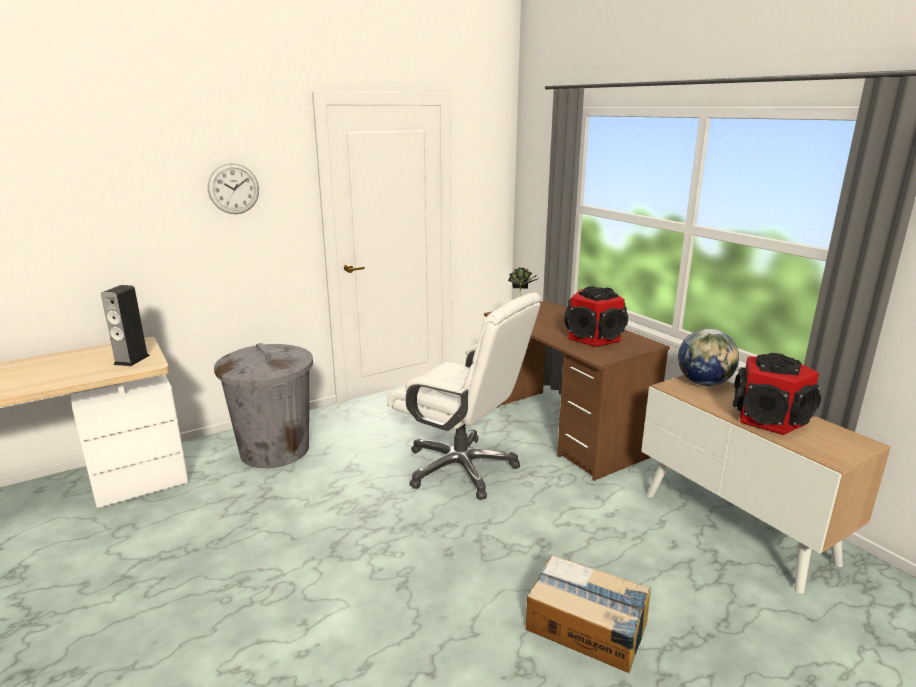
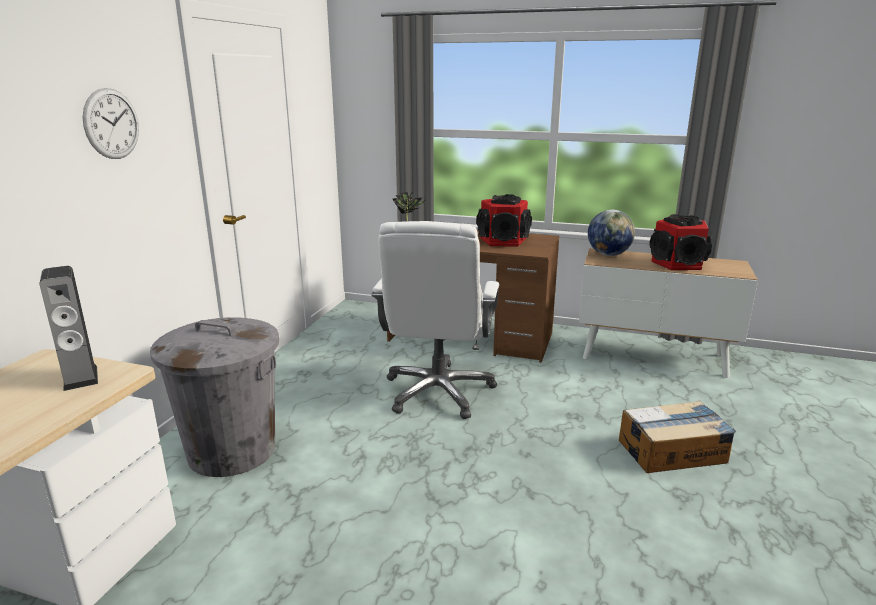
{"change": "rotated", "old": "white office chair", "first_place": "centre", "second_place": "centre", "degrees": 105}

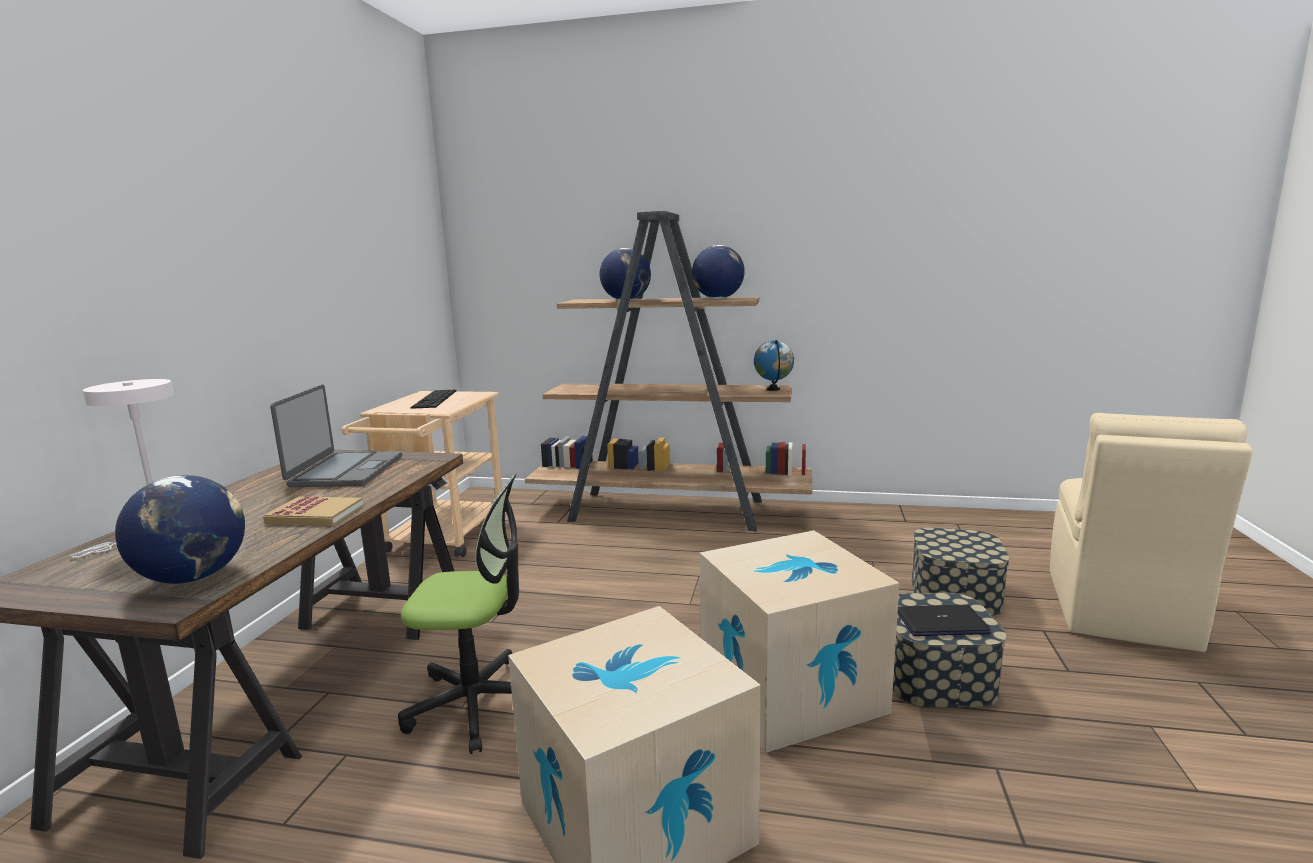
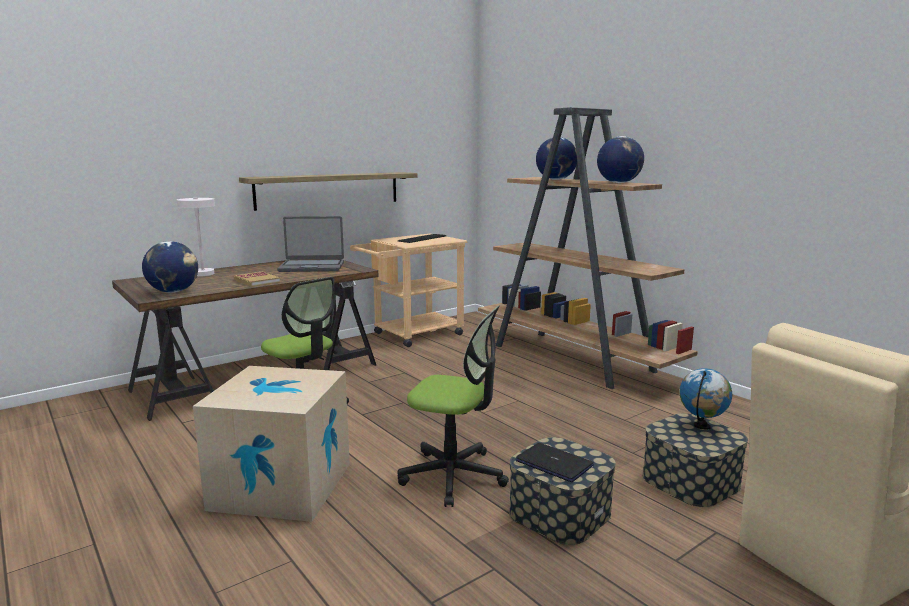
{"change": "new", "new": "shelf", "second_place": "top centre"}
{"change": "rotated", "old": "laptop (no. 1 from left)", "first_place": "middle left", "second_place": "centre", "degrees": 45}
{"change": "swapped", "old": "cardboard box (no. 2 from left)", "new": "office chair (no. 2 from left)", "first_place": "bottom centre", "second_place": "bottom centre"}
{"change": "shifted", "old": "globe (no. 4 from left)", "first_place": "centre", "second_place": "middle right"}

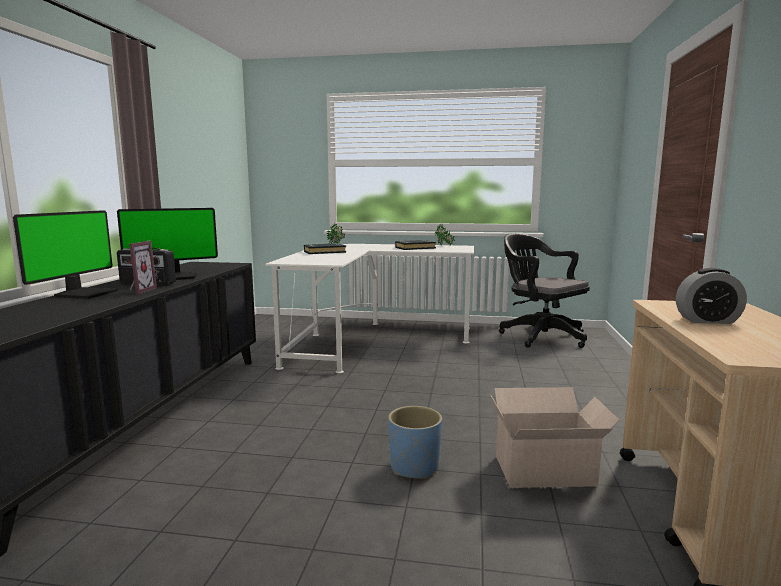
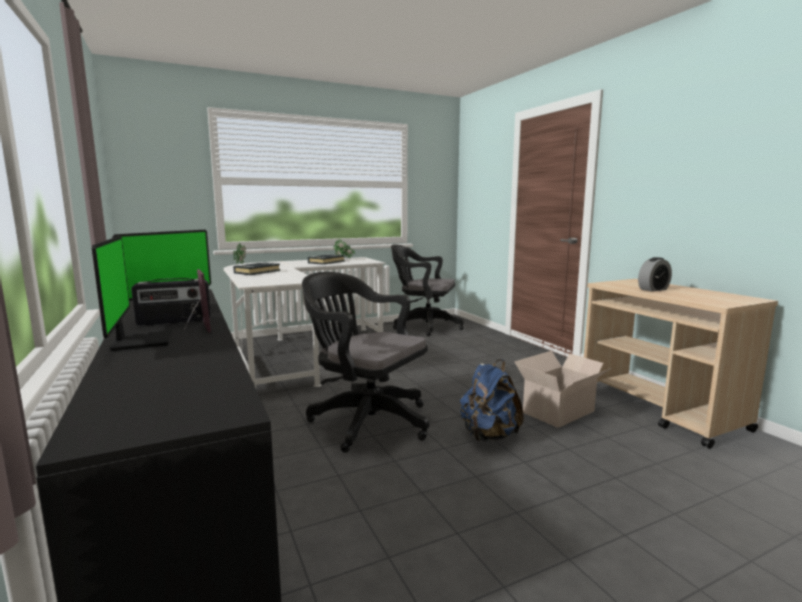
{"change": "new", "new": "black office chair (no. 1 from left)", "second_place": "centre"}
{"change": "swapped", "old": "blue planter", "new": "blue backpack", "first_place": "bottom centre", "second_place": "centre"}

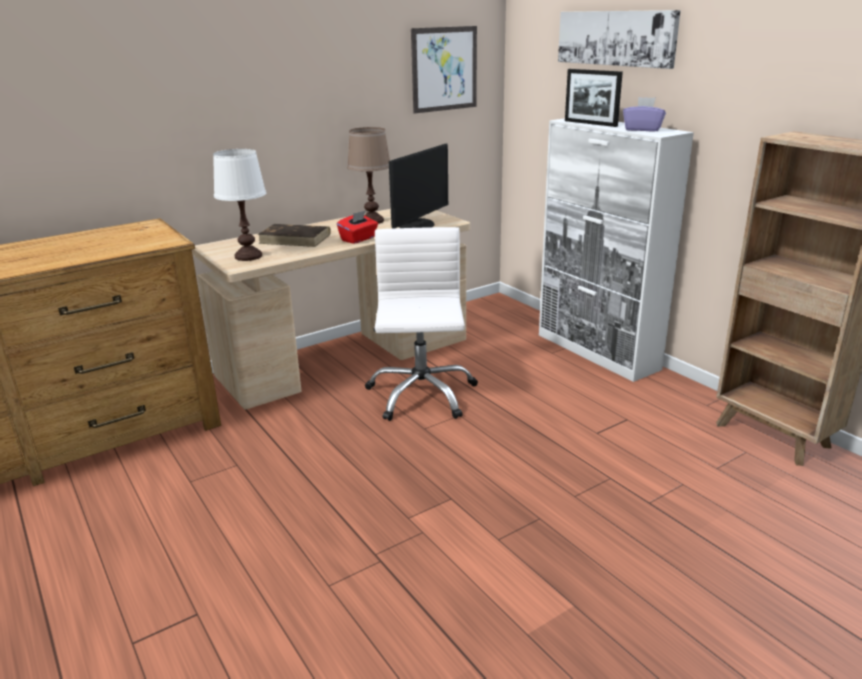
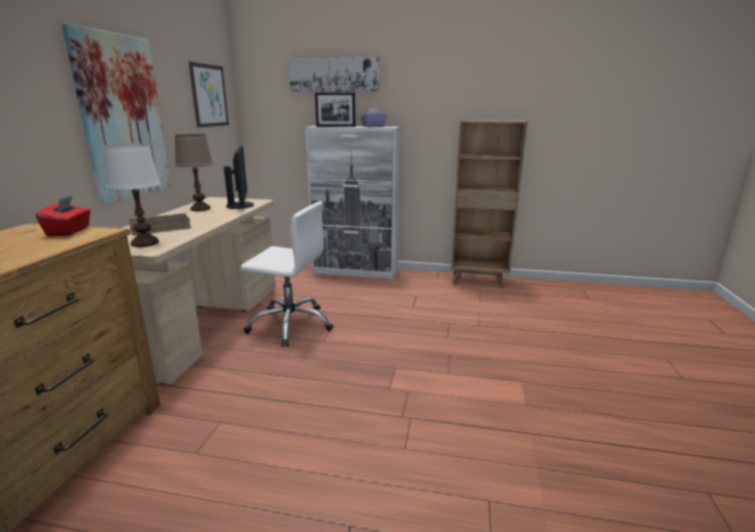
{"change": "shifted", "old": "red tissue box", "first_place": "centre", "second_place": "middle left"}
{"change": "new", "new": "picture (no. 1 from left)", "second_place": "top left"}
{"change": "rotated", "old": "white office chair", "first_place": "centre", "second_place": "centre", "degrees": 150}

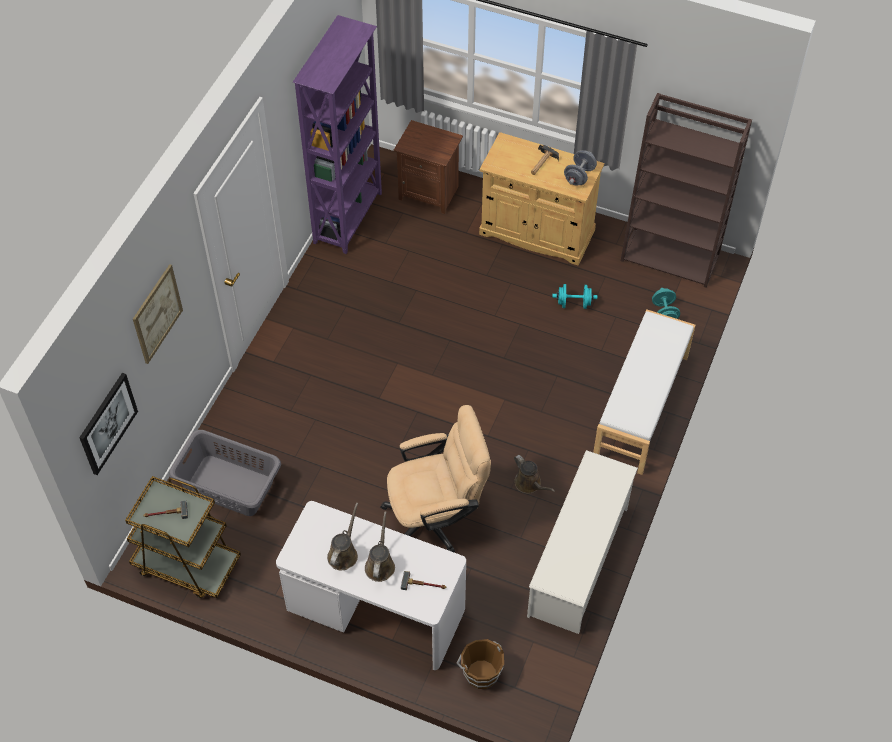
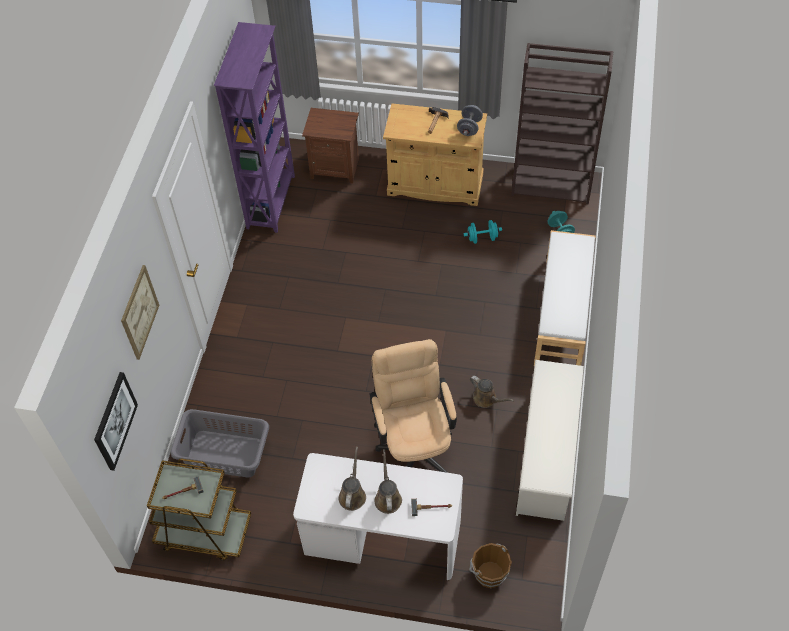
{"change": "rotated", "old": "beige office chair", "first_place": "centre", "second_place": "centre", "degrees": -75}

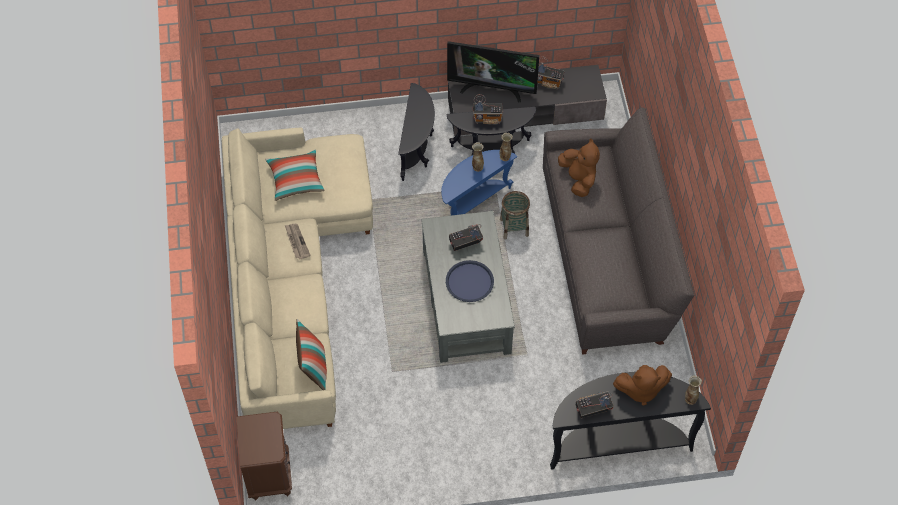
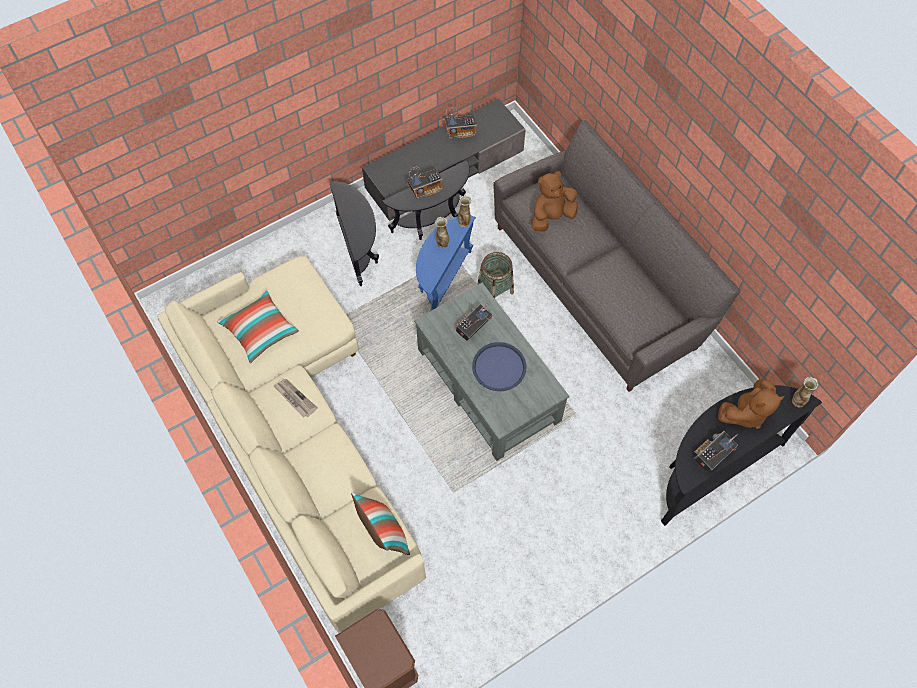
{"change": "rotated", "old": "brown plush toy (no. 1 from left)", "first_place": "top centre", "second_place": "top centre", "degrees": -75}
{"change": "gone", "old": "television", "first_place": "top centre"}

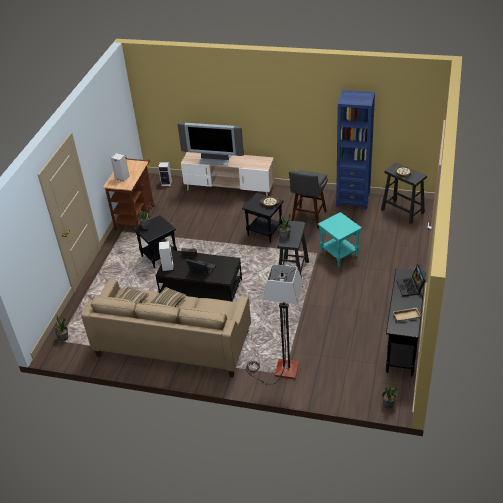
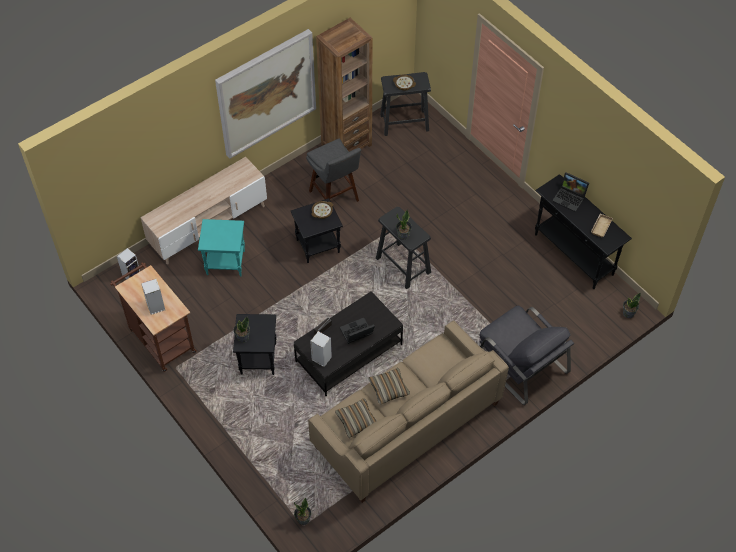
{"change": "shifted", "old": "turquoise side table", "first_place": "middle right", "second_place": "middle left"}
{"change": "new", "new": "picture", "second_place": "top centre"}
{"change": "repainted", "old": "blue bookcase", "new": "brown bookcase", "first_place": "top right", "second_place": "top centre"}
{"change": "swapped", "old": "floor lamp", "new": "grey armchair", "first_place": "centre", "second_place": "middle right"}
{"change": "gone", "old": "television", "first_place": "top centre"}

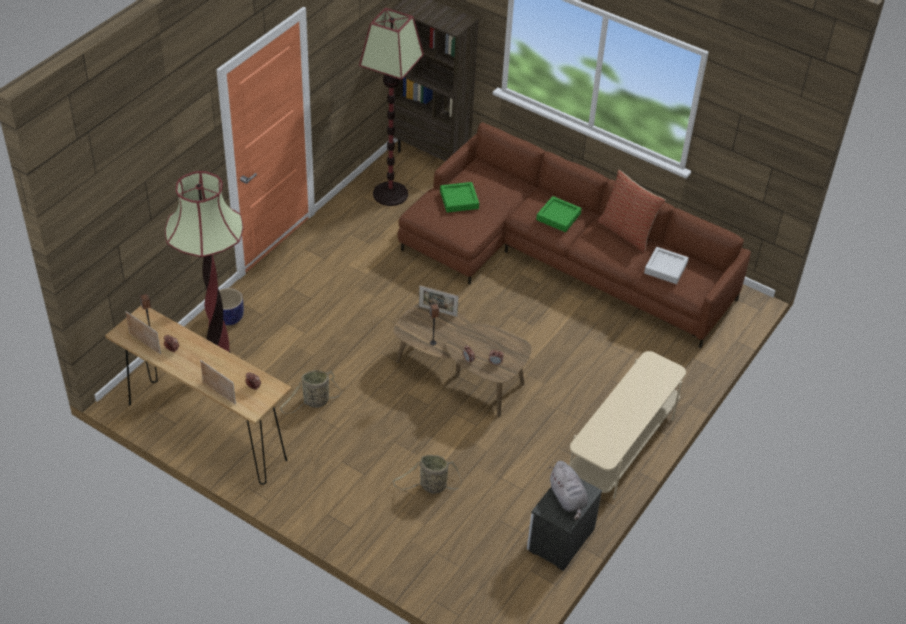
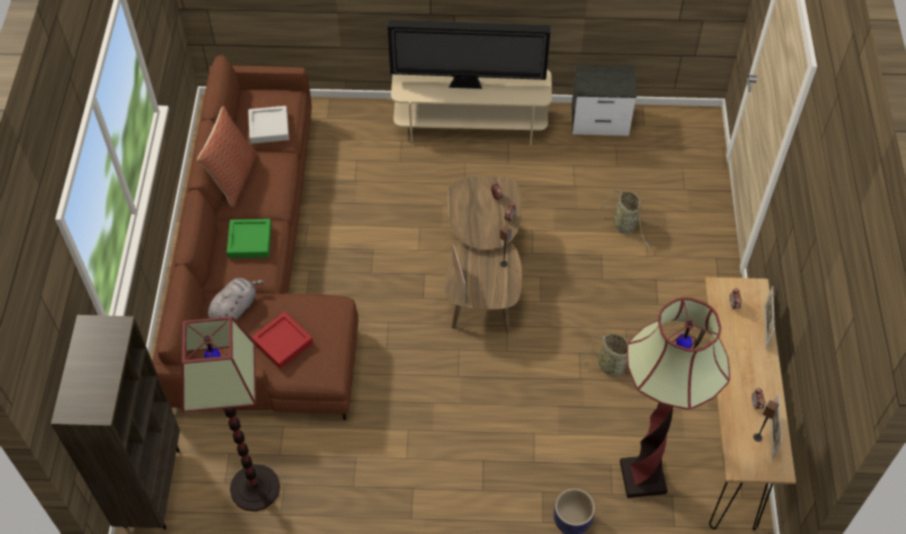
{"change": "shifted", "old": "grey plush toy", "first_place": "bottom centre", "second_place": "middle left"}
{"change": "repainted", "old": "green tray (no. 1 from left)", "new": "red tray", "first_place": "top centre", "second_place": "middle left"}
{"change": "new", "new": "television", "second_place": "top centre"}

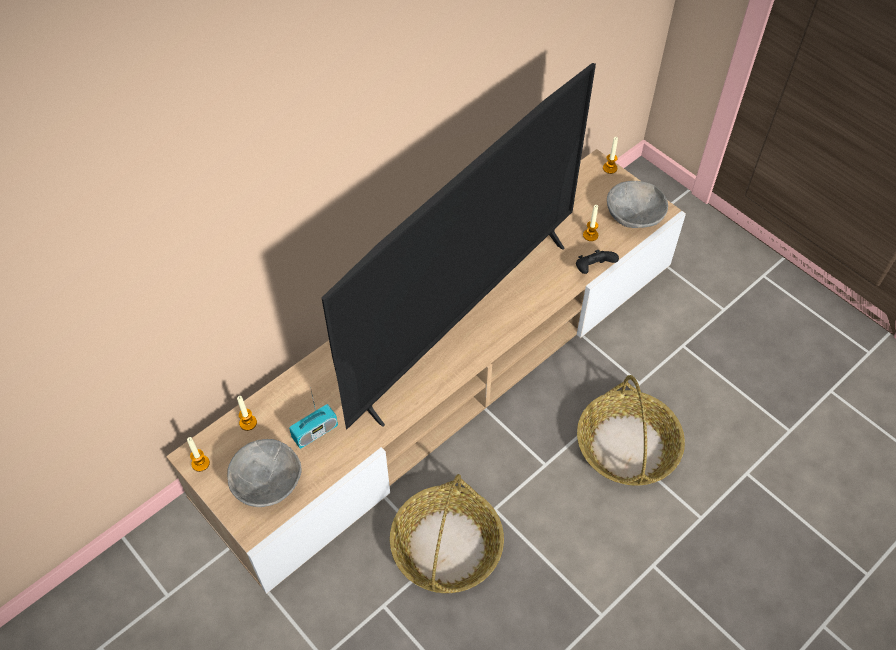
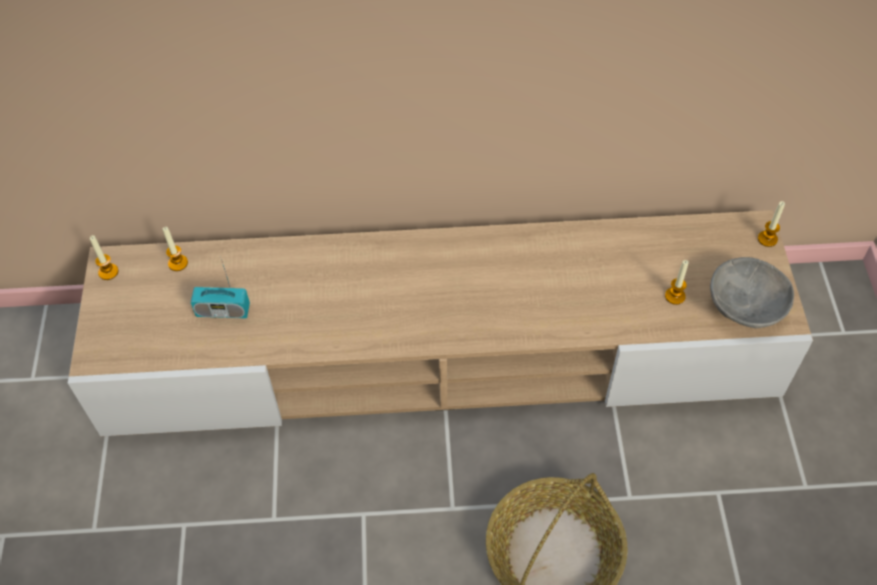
{"change": "gone", "old": "grey bowl (no. 1 from left)", "first_place": "bottom left"}
{"change": "gone", "old": "television", "first_place": "centre"}
{"change": "gone", "old": "basket (no. 1 from left)", "first_place": "bottom centre"}
{"change": "gone", "old": "black game controller", "first_place": "centre"}

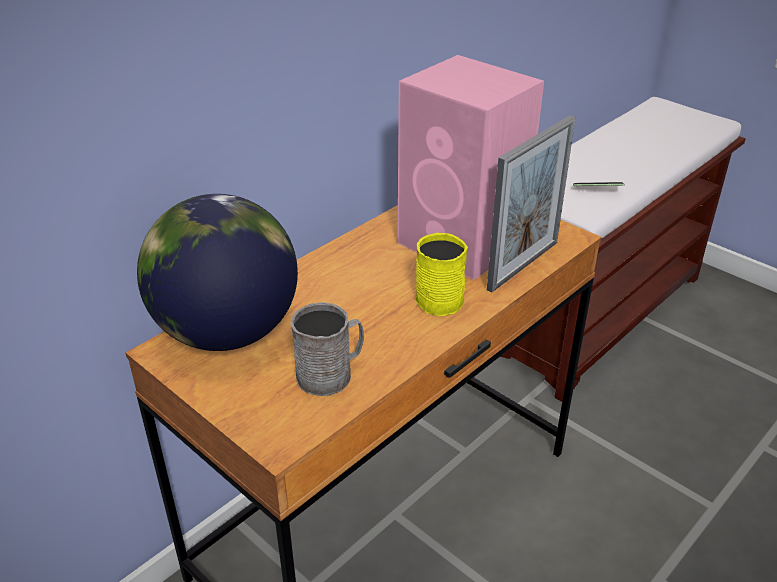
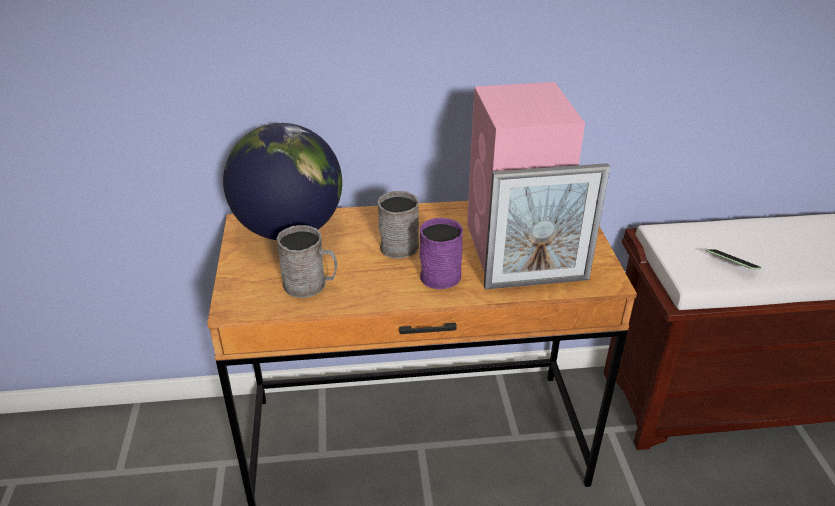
{"change": "new", "new": "grey mug (no. 2 from left)", "second_place": "centre"}
{"change": "repainted", "old": "yellow mug", "new": "purple mug", "first_place": "centre", "second_place": "centre"}

